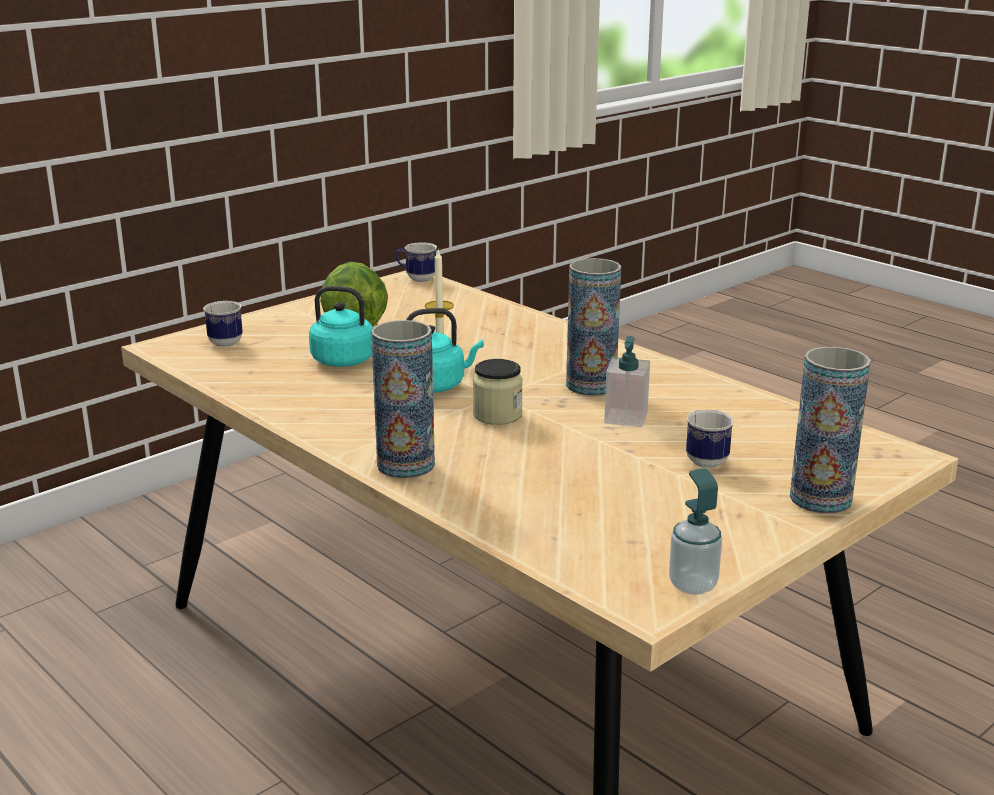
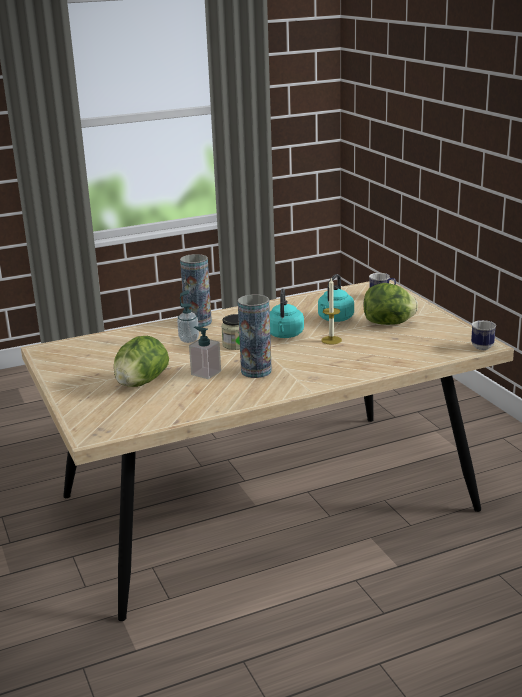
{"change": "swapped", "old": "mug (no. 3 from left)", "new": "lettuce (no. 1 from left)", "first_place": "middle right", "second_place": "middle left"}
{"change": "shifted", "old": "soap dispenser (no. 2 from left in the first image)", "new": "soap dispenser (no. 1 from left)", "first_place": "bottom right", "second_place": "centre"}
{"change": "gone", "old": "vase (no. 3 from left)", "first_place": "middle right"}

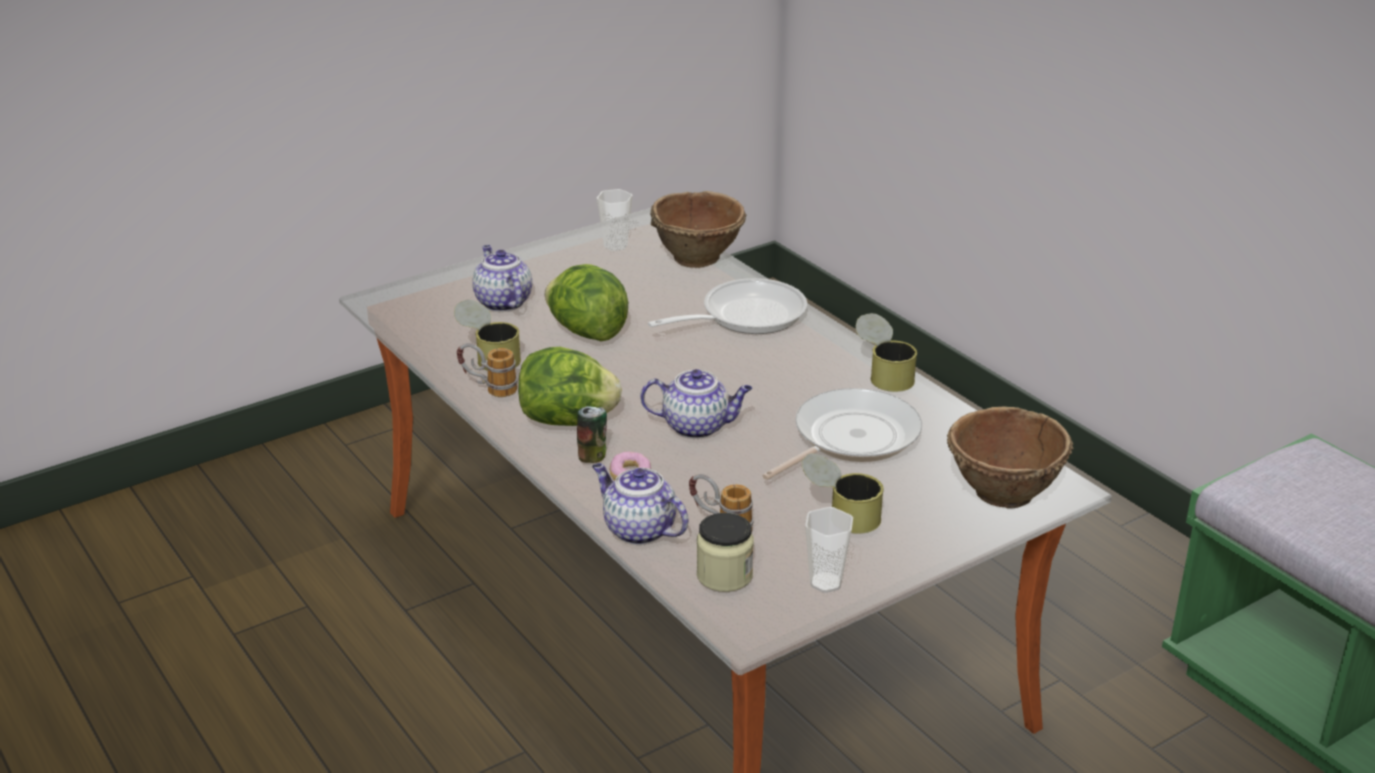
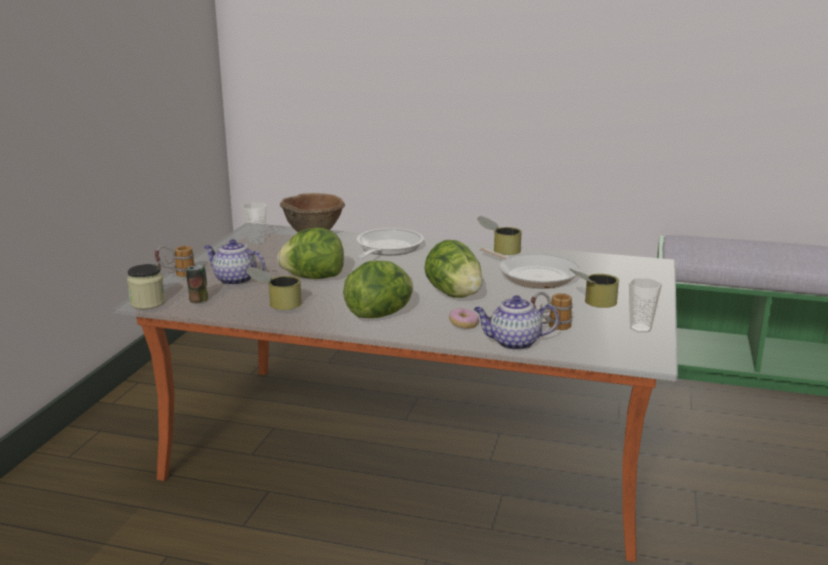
{"change": "shifted", "old": "jar", "first_place": "bottom centre", "second_place": "middle left"}
{"change": "shifted", "old": "mug (no. 1 from left)", "first_place": "centre", "second_place": "middle left"}
{"change": "shifted", "old": "can (no. 2 from left in the first image)", "new": "can (no. 1 from left)", "first_place": "centre", "second_place": "middle left"}
{"change": "swapped", "old": "teapot (no. 3 from left)", "new": "lettuce (no. 3 from left)", "first_place": "centre", "second_place": "centre"}
{"change": "rotated", "old": "frying pan (no. 2 from left)", "first_place": "centre", "second_place": "centre", "degrees": 135}
{"change": "gone", "old": "brown bowl (no. 2 from left)", "first_place": "middle right"}

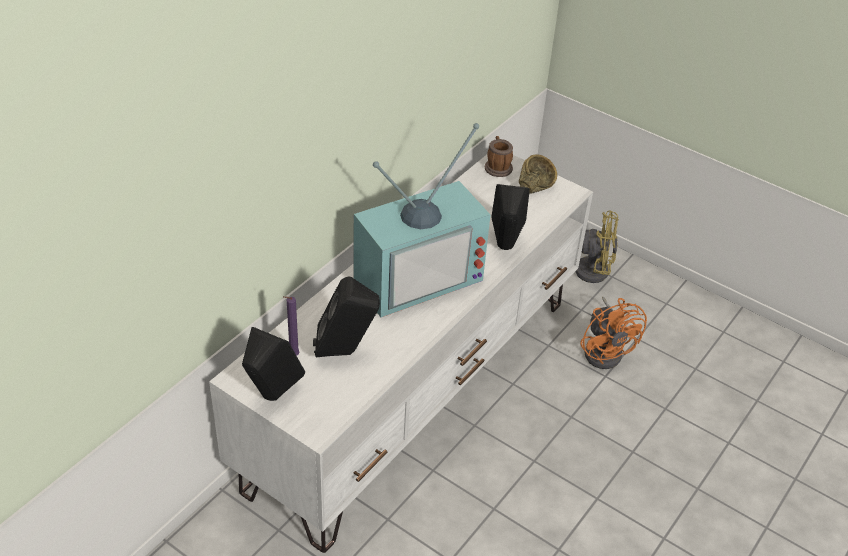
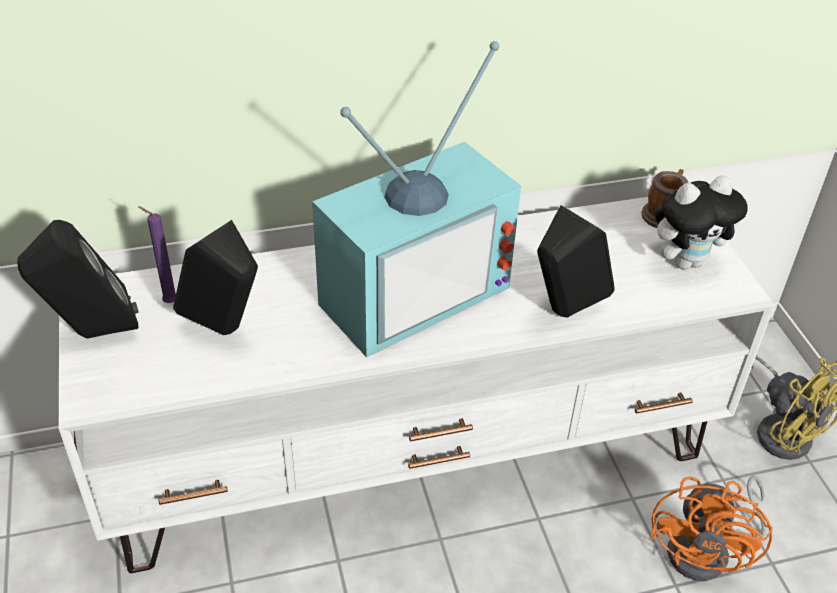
{"change": "rotated", "old": "television", "first_place": "centre", "second_place": "centre", "degrees": -45}
{"change": "swapped", "old": "brown bowl", "new": "plush toy", "first_place": "top centre", "second_place": "middle right"}

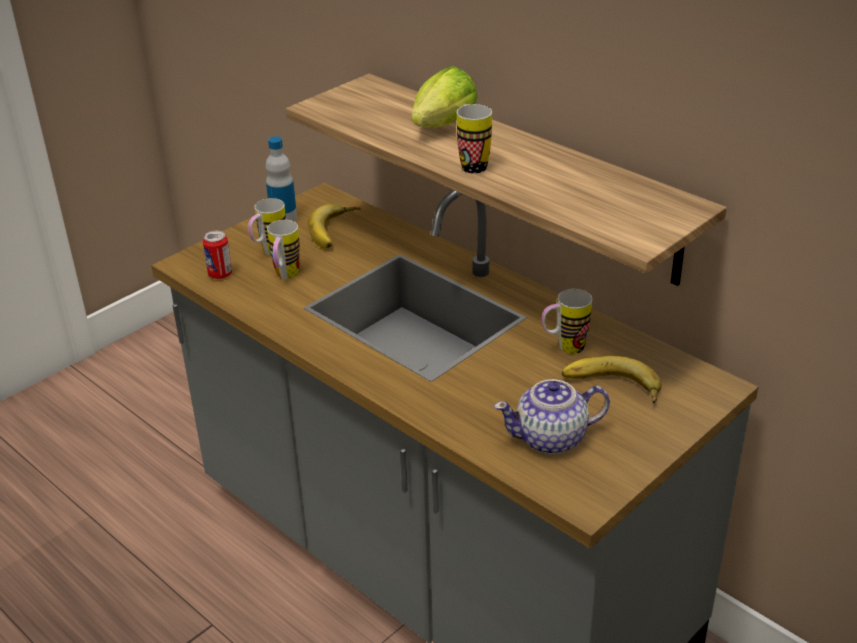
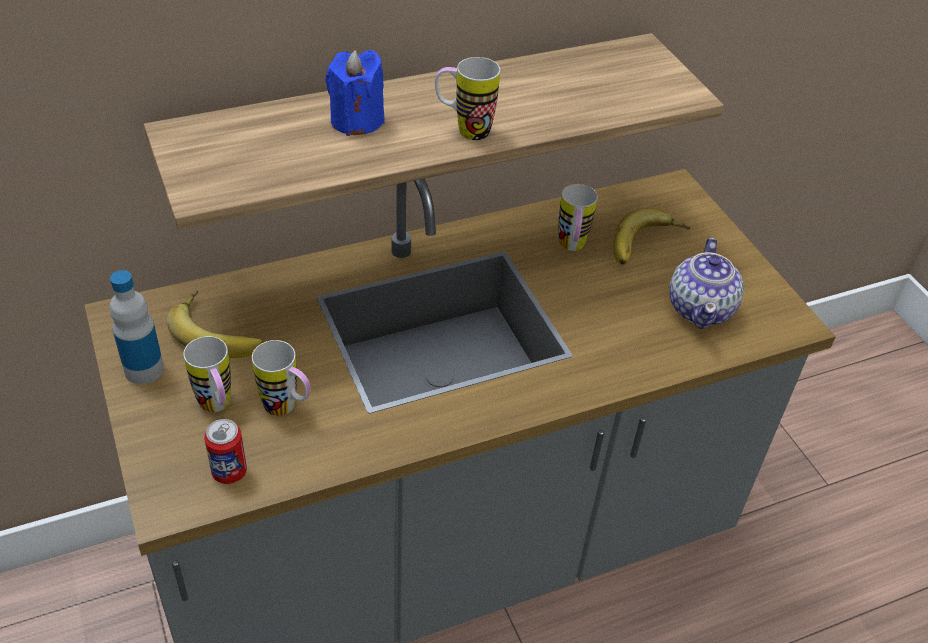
{"change": "swapped", "old": "lettuce", "new": "blue candle", "first_place": "top centre", "second_place": "top centre"}

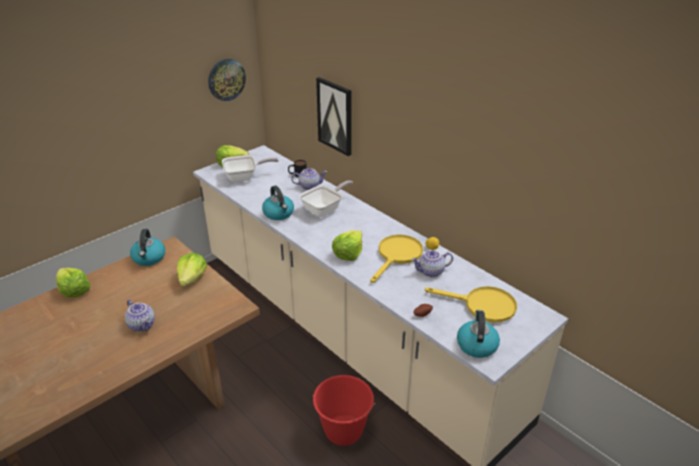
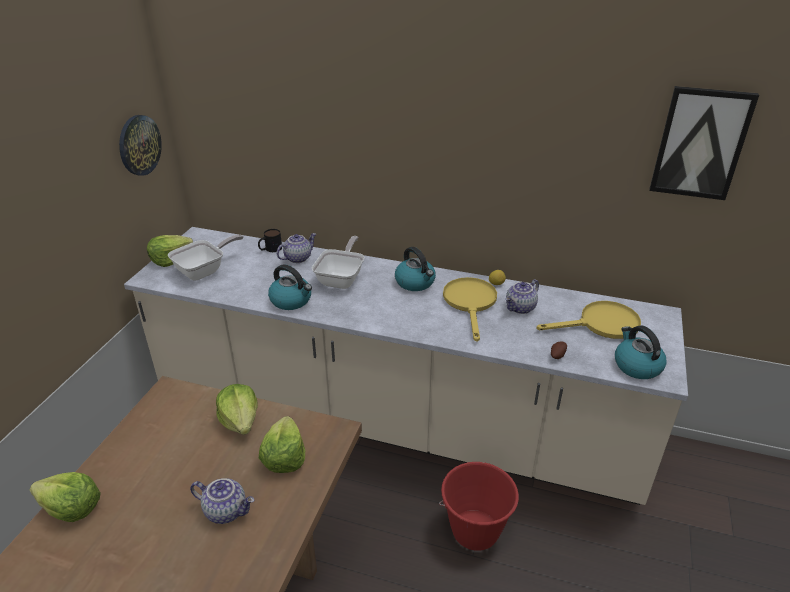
{"change": "shifted", "old": "lettuce (no. 4 from left)", "first_place": "centre", "second_place": "bottom centre"}
{"change": "shifted", "old": "kettle (no. 1 from left in the first image)", "new": "kettle (no. 2 from left)", "first_place": "middle left", "second_place": "centre"}
{"change": "shifted", "old": "picture", "first_place": "top centre", "second_place": "top right"}

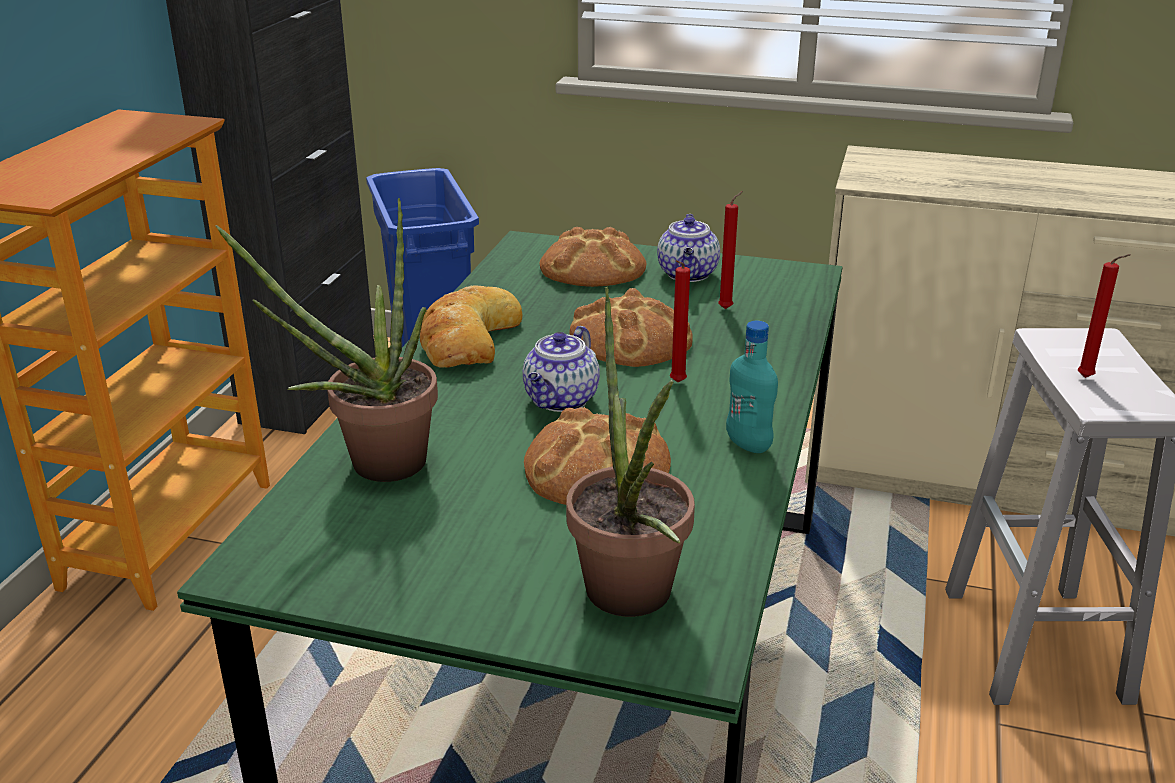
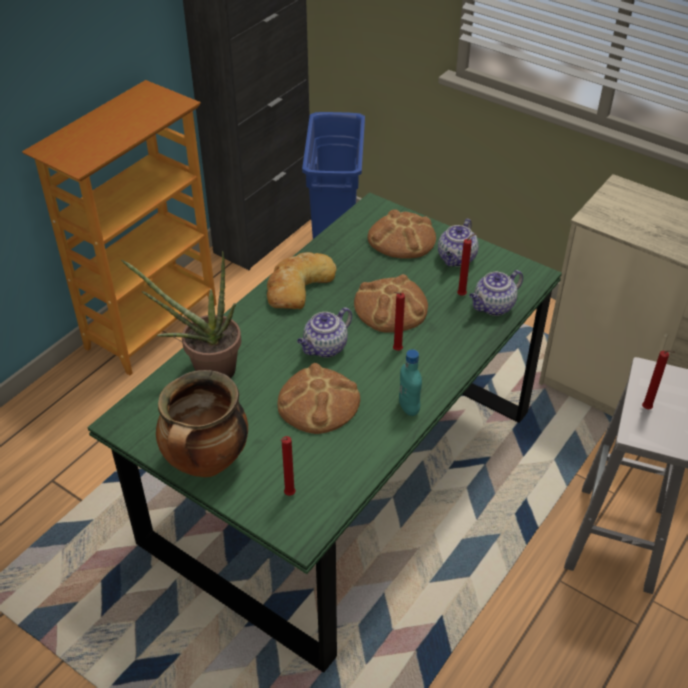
{"change": "new", "new": "cooking pot", "second_place": "middle left"}
{"change": "swapped", "old": "potted plant (no. 2 from left)", "new": "red candle (no. 1 from left)", "first_place": "centre", "second_place": "bottom centre"}
{"change": "new", "new": "teapot (no. 3 from left)", "second_place": "middle right"}

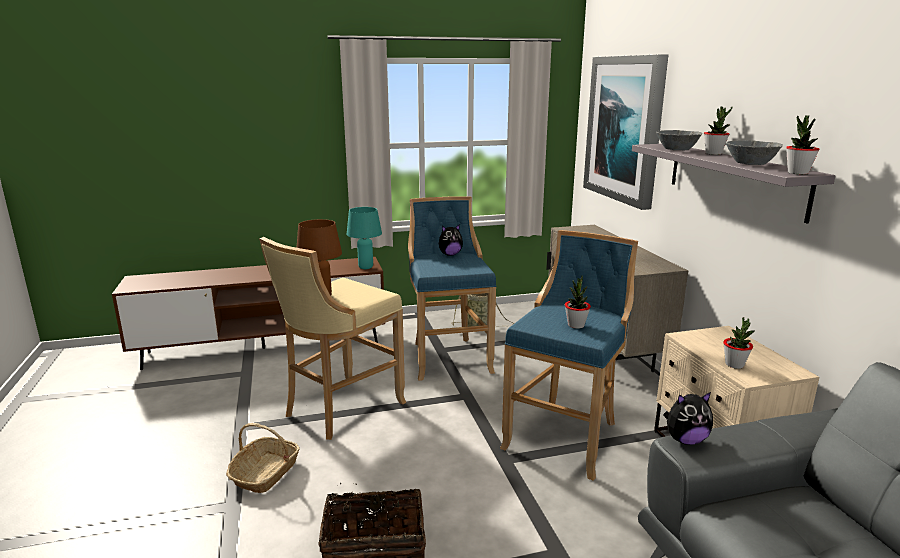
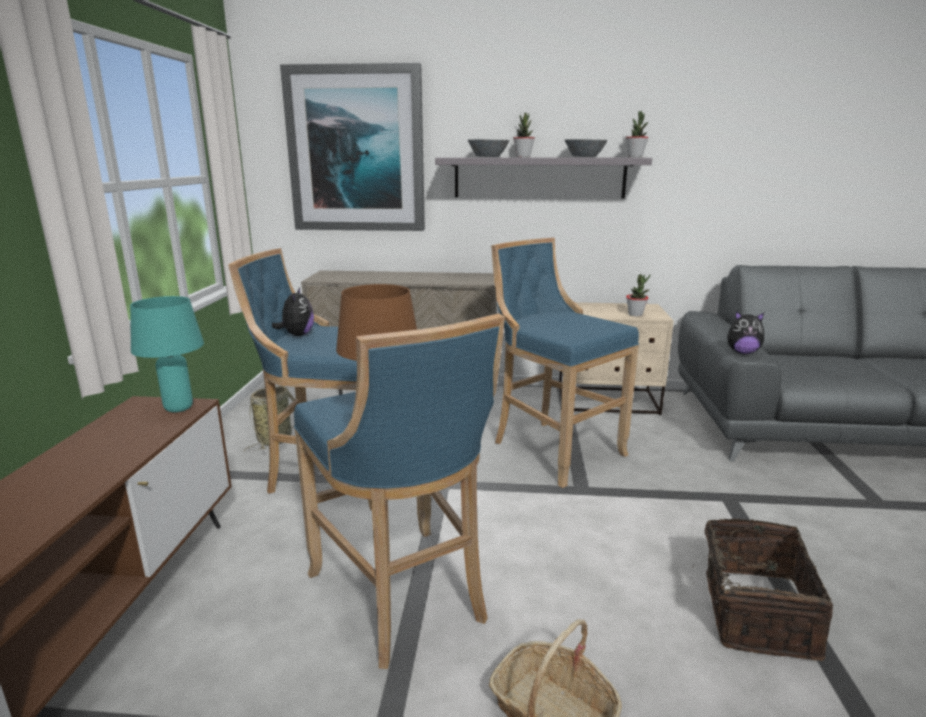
{"change": "repainted", "old": "beige stool", "new": "blue stool (no. 2 from left)", "first_place": "centre", "second_place": "bottom centre"}
{"change": "rotated", "old": "plush toy (no. 2 from left)", "first_place": "bottom right", "second_place": "middle right", "degrees": 90}
{"change": "gone", "old": "potted plant (no. 1 from left)", "first_place": "centre"}

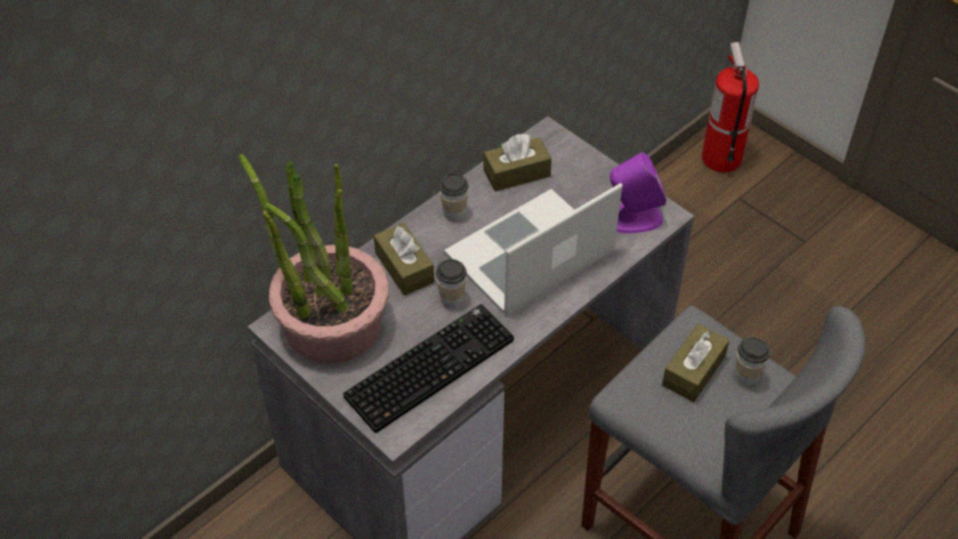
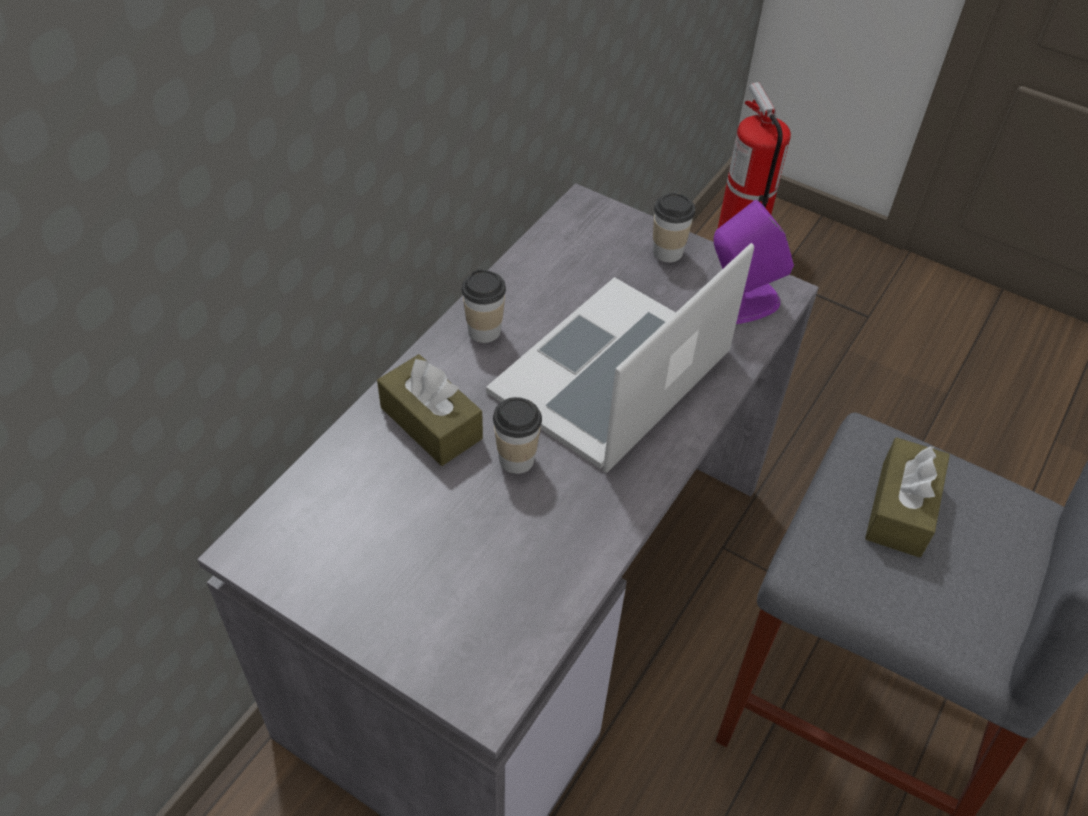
{"change": "shifted", "old": "cup (no. 3 from left)", "first_place": "bottom right", "second_place": "top centre"}
{"change": "gone", "old": "potted plant", "first_place": "middle left"}
{"change": "gone", "old": "keyboard", "first_place": "bottom centre"}
{"change": "gone", "old": "brown tissue box (no. 2 from left)", "first_place": "top centre"}

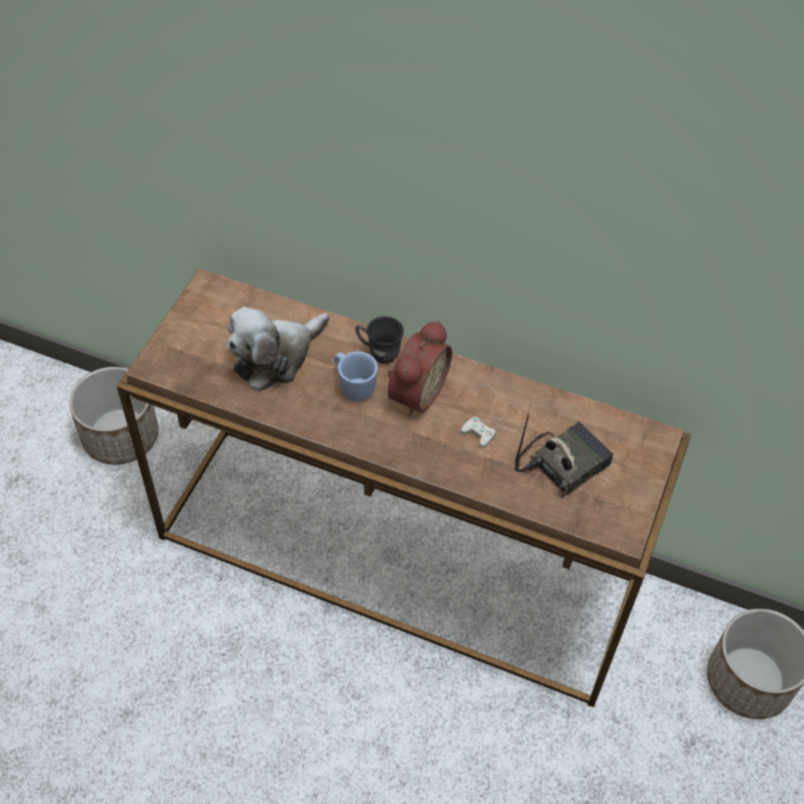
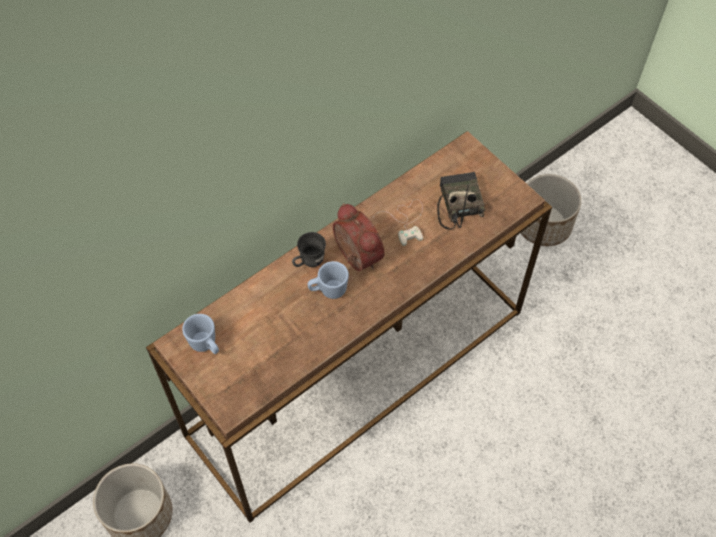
{"change": "new", "new": "blue mug (no. 1 from left)", "second_place": "middle left"}
{"change": "gone", "old": "plush toy", "first_place": "centre"}

